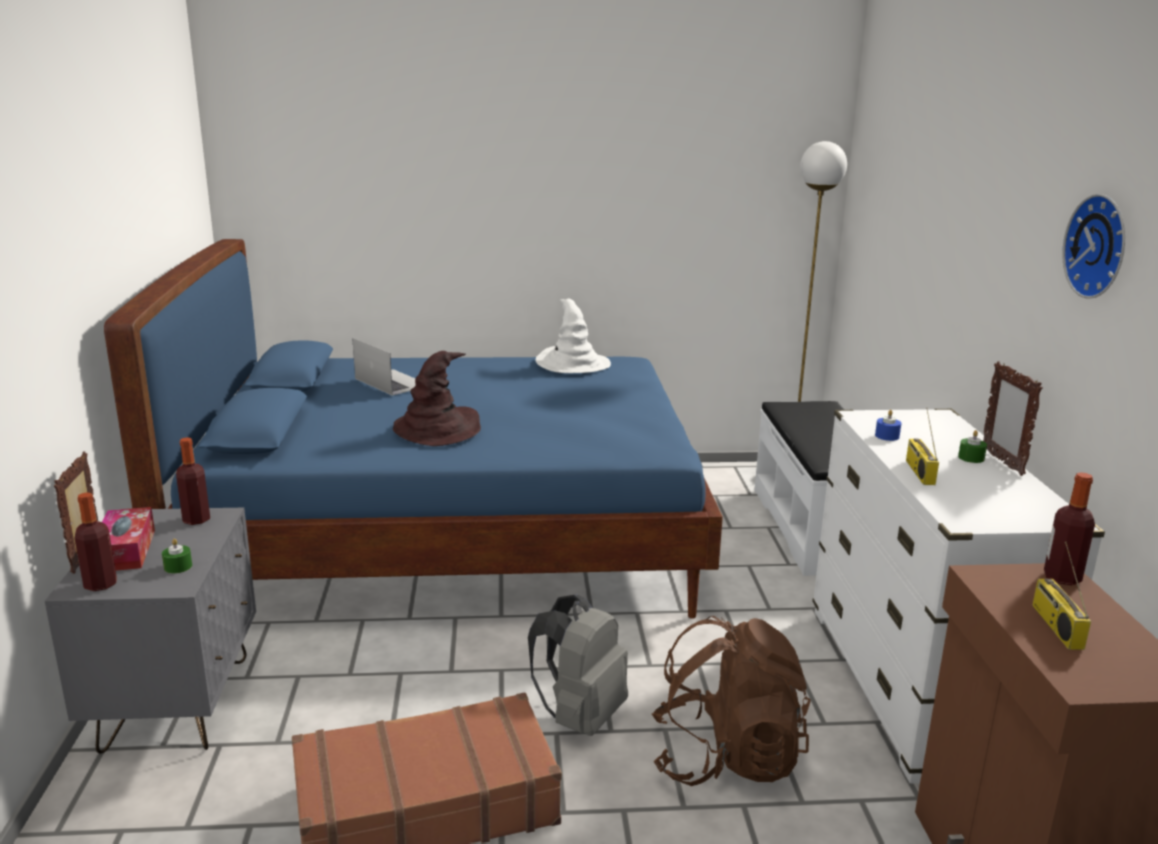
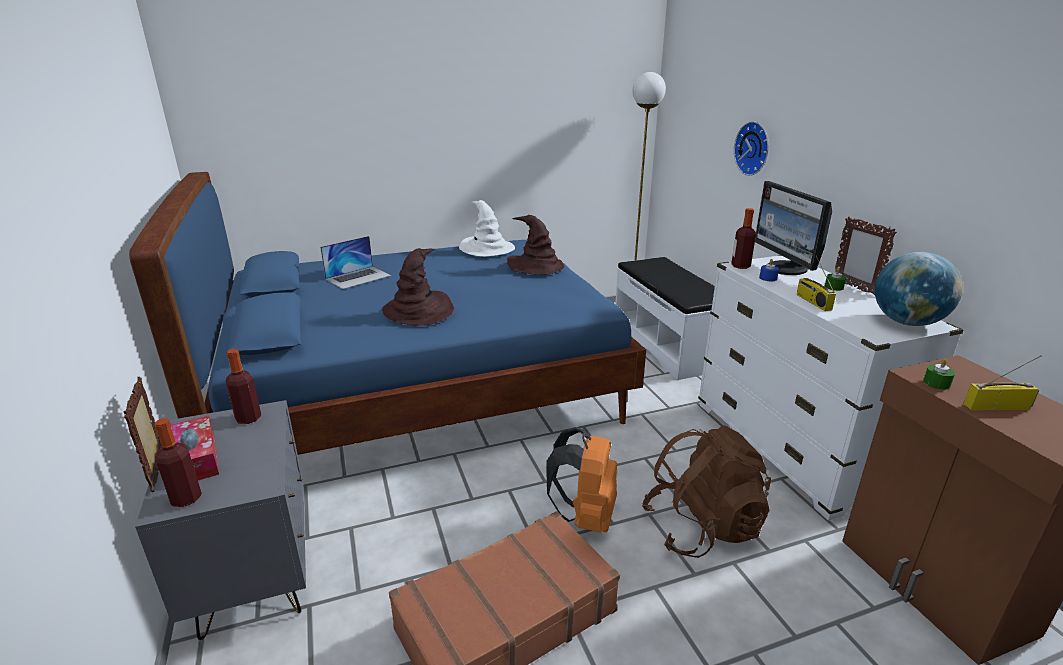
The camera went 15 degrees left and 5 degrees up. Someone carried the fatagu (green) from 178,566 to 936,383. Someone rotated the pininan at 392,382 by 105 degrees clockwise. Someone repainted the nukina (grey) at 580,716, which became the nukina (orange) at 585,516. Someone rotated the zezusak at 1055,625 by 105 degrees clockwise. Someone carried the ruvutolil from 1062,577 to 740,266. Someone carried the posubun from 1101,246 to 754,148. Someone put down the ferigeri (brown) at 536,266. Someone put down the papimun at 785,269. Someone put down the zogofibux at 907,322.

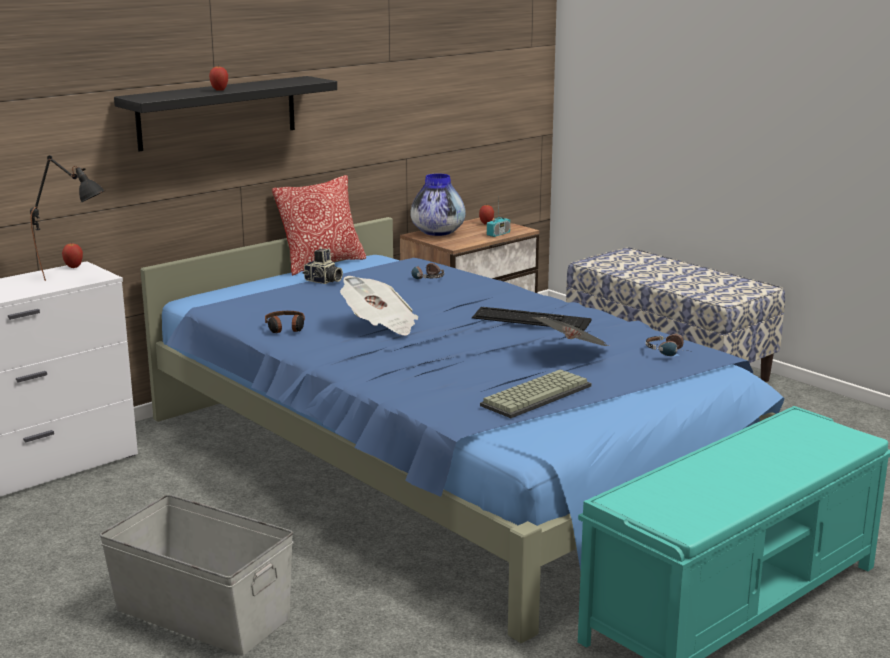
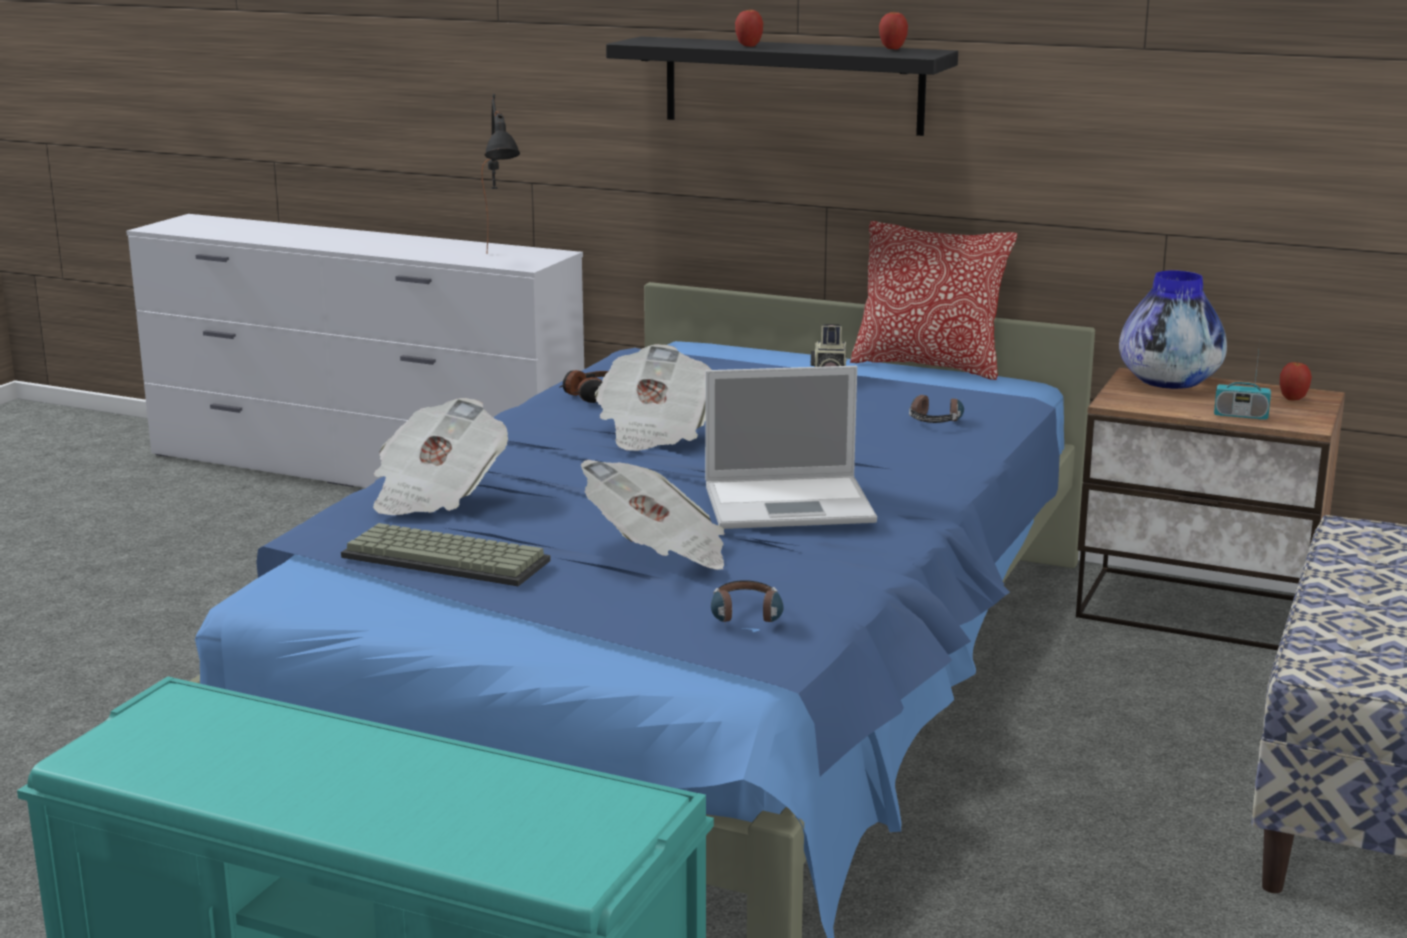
The camera went 65 degrees right and 0 degrees up. Someone carried the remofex from 74,267 to 892,49. Someone took away the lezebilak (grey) at 202,612. Someone swapped the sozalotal at 531,319 for the pininan at 792,503. Someone put down the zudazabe at 436,495.

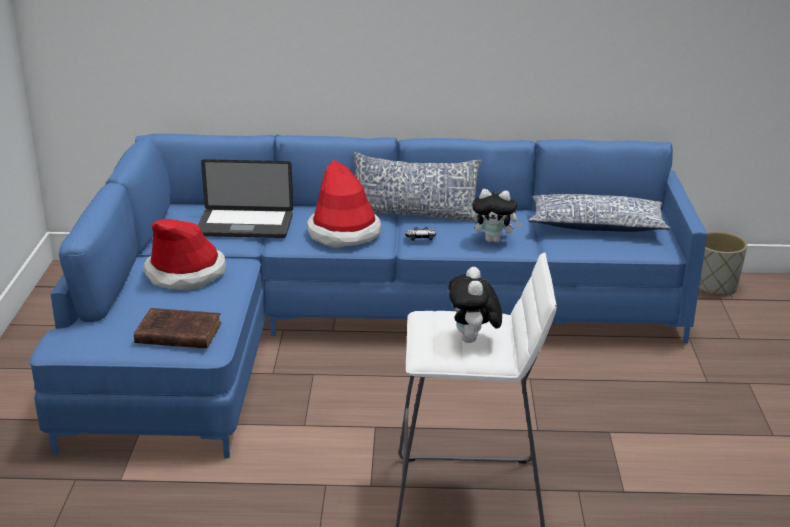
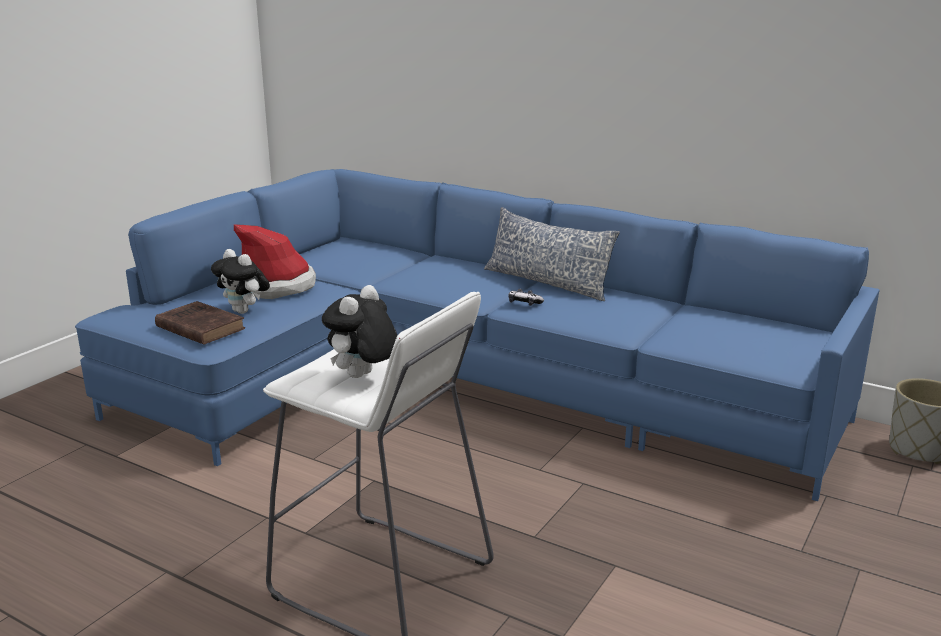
The camera went 30 degrees right and 5 degrees down. Someone took away the pininan at 245,225. Someone took away the ferigeri at 344,233. Someone carried the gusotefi from 494,240 to 244,311. Someone took away the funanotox at 596,226.

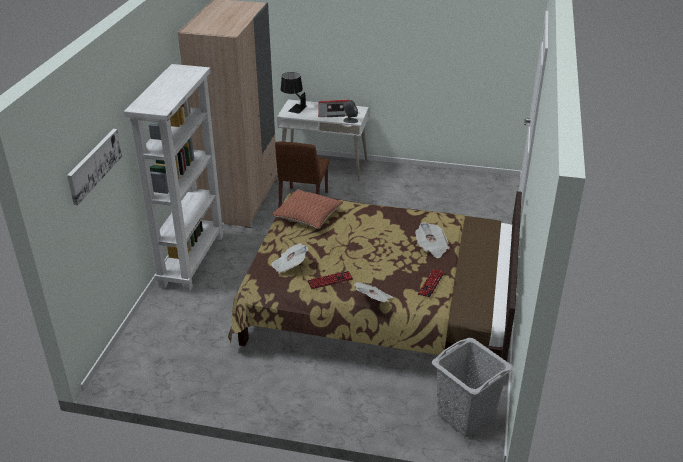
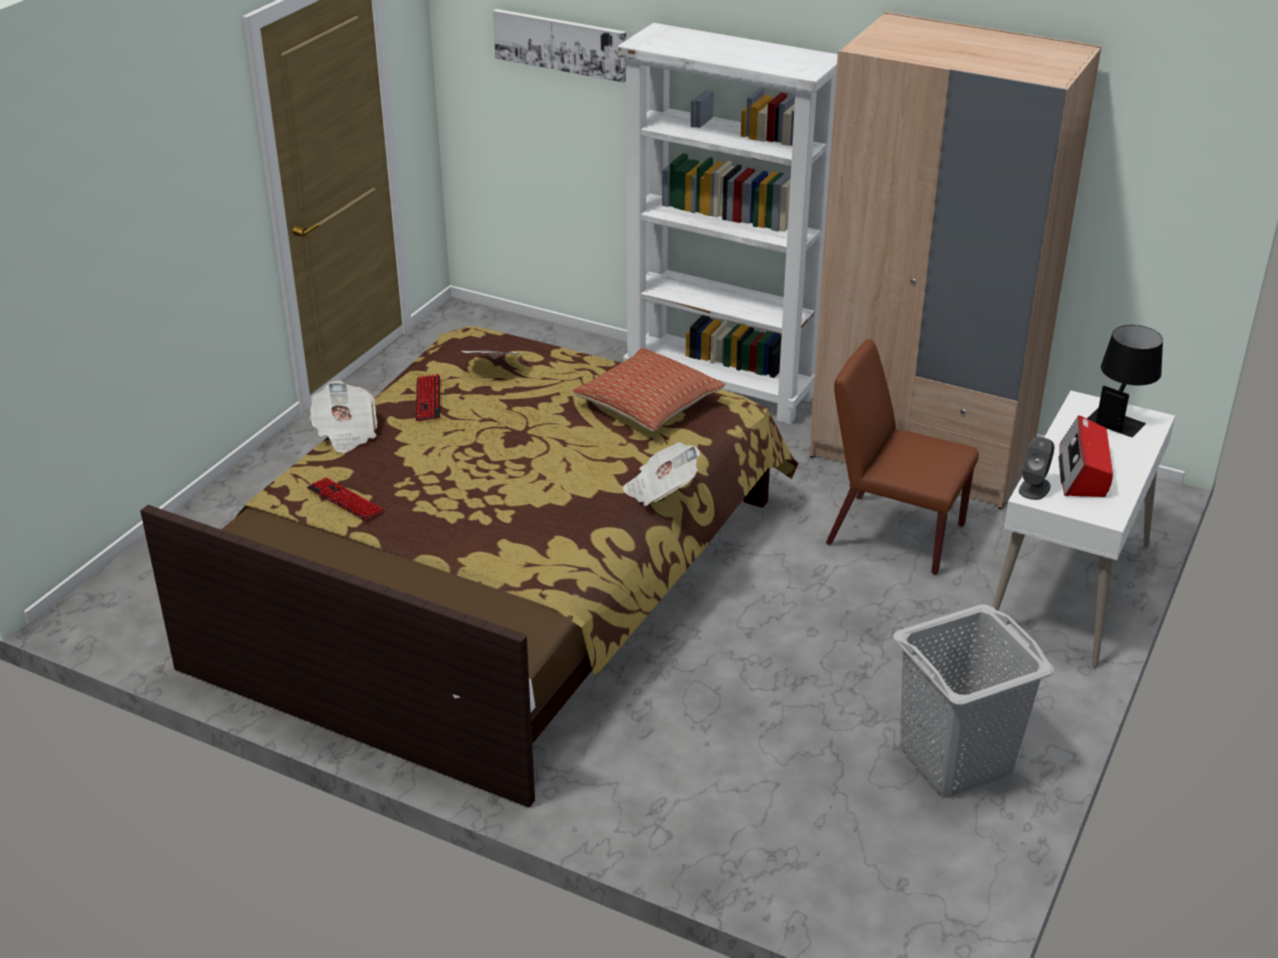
The camera went 105 degrees right and 0 degrees up. Someone carried the zudazabe from 431,248 to 661,490. Someone carried the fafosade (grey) from 465,416 to 954,759.

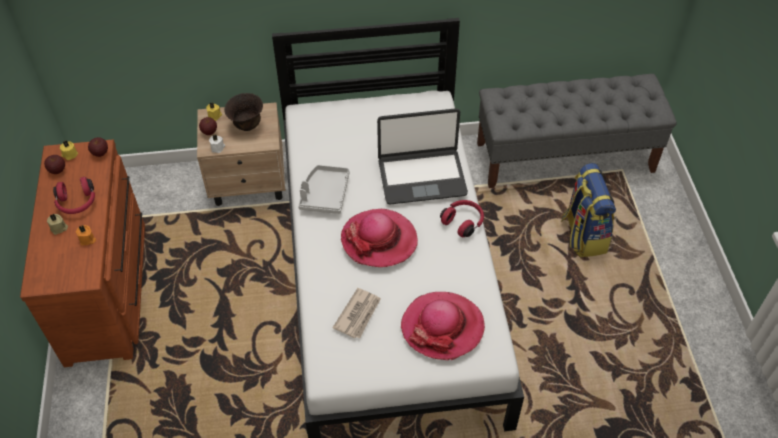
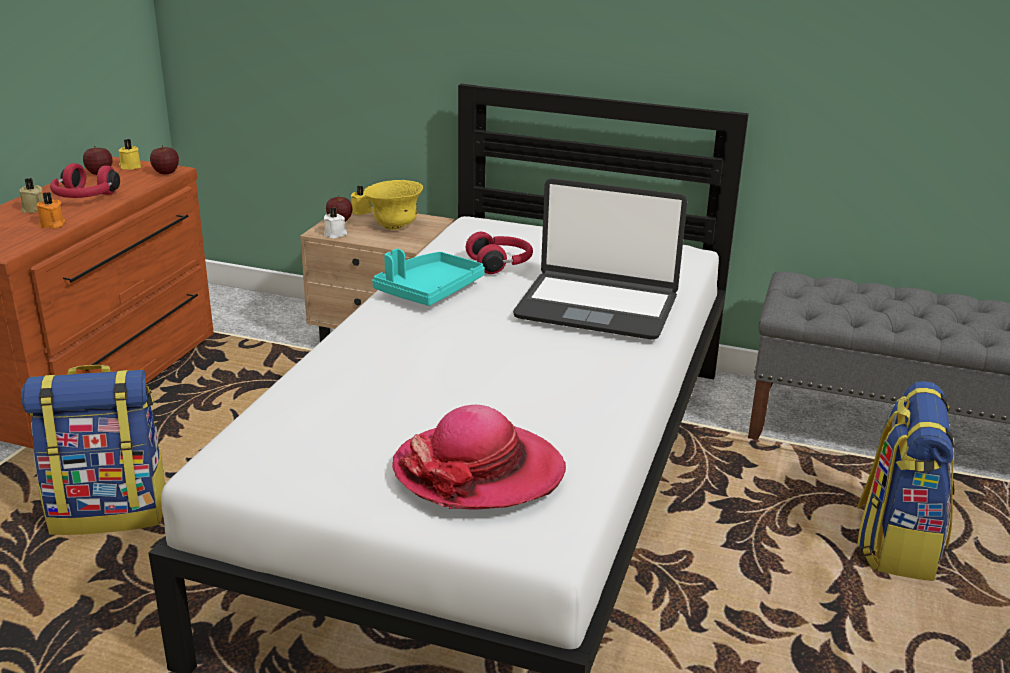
The camera went 25 degrees right and 25 degrees down. Someone repainted the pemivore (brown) at 247,125, which became the pemivore (yellow) at 394,226. Someone repainted the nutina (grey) at 324,194, which became the nutina (turquoise) at 428,290. Someone took away the zudazabe at 358,314. Someone took away the ferigeri at 379,240. Someone carried the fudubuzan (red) from 463,222 to 501,264. Someone put down the nukina at 111,512.

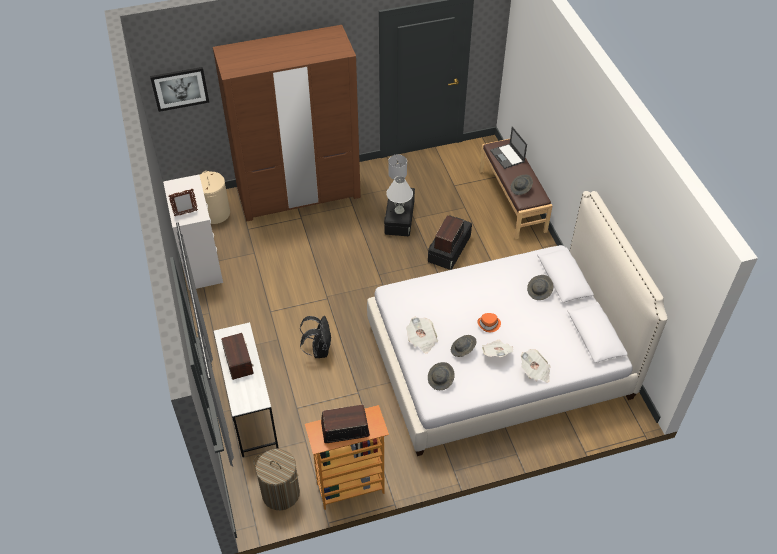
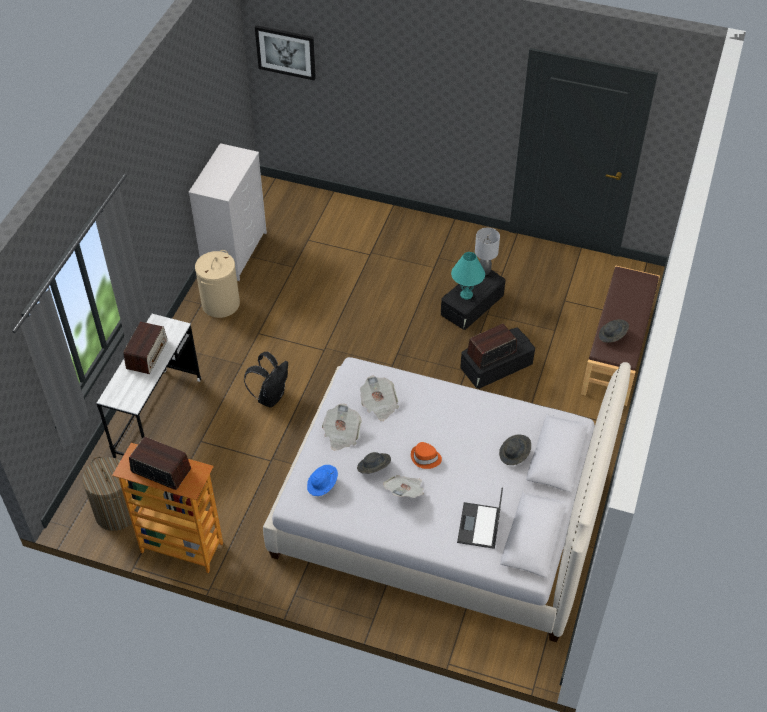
The camera went 35 degrees right and 0 degrees up. Someone took away the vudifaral at 185,213. Someone carried the fafosade (beige) from 215,213 to 221,304. Someone took away the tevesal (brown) at 298,193. Someone repainted the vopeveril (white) at 399,210, which became the vopeveril (turquoise) at 466,294. Someone repainted the ferigeri (grey) at 440,380, which became the ferigeri (blue) at 322,485. Someone carried the pininan from 507,156 to 479,526. Someone carried the zudazabe from 535,371 to 379,405.

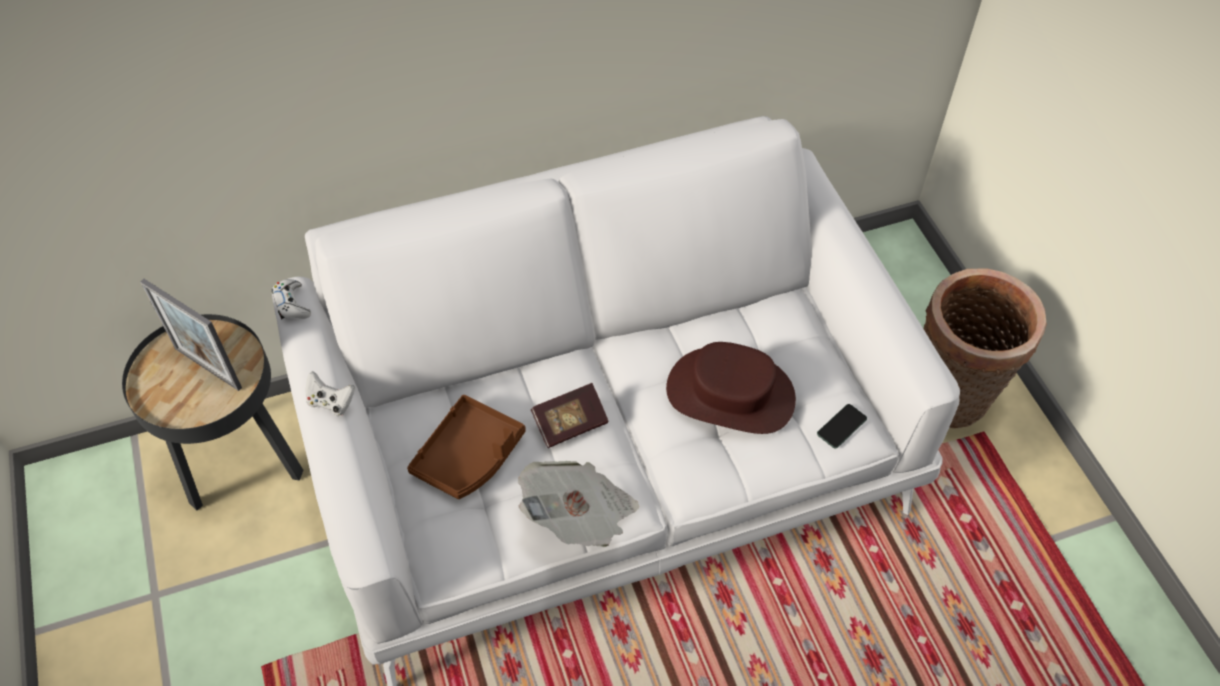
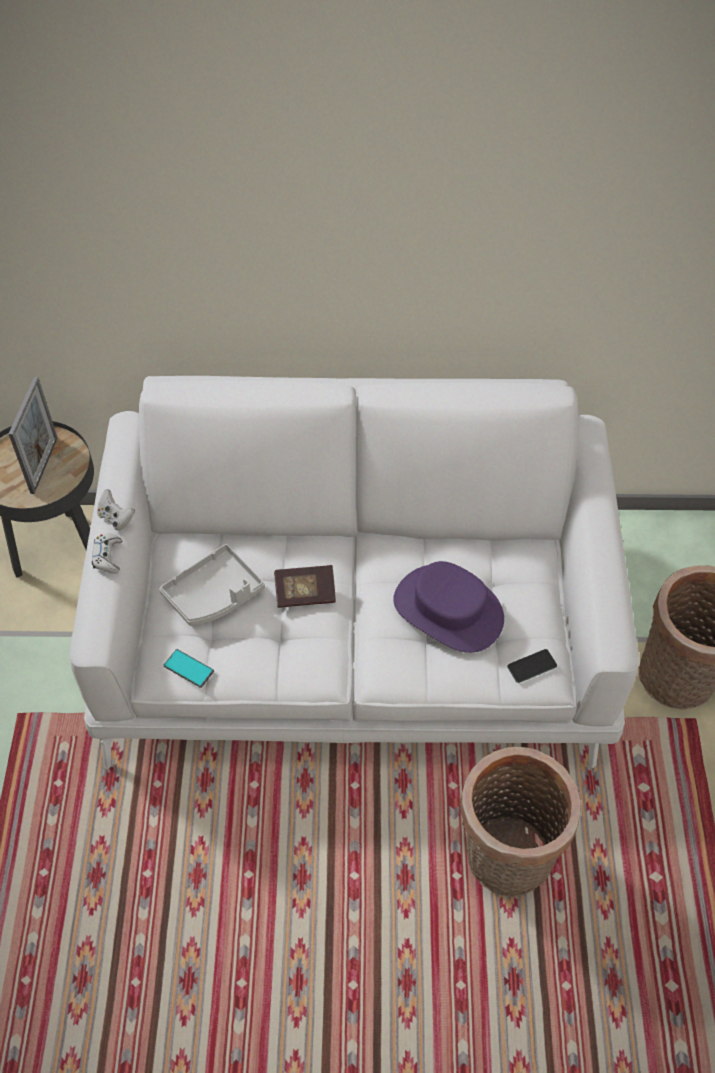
The camera went 20 degrees right and 0 degrees up. Someone rotated the vudifaral at 208,368 by 135 degrees counterclockwise. Someone carried the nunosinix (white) from 292,304 to 108,557. Someone repainted the nutina (brown) at 469,456, which became the nutina (grey) at 214,595. Someone took away the zudazabe at 580,516. Someone repainted the ferigeri (brown) at 730,393, which became the ferigeri (purple) at 448,610. Someone put down the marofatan at 189,668. Someone put down the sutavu at 505,860.

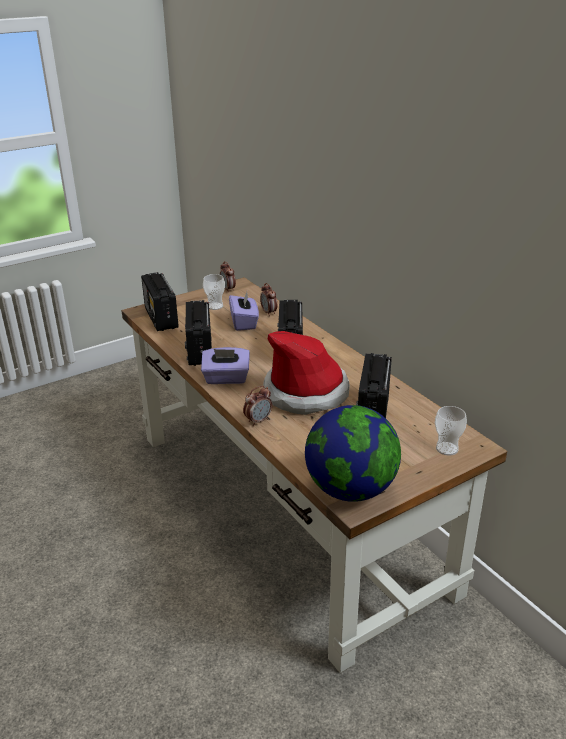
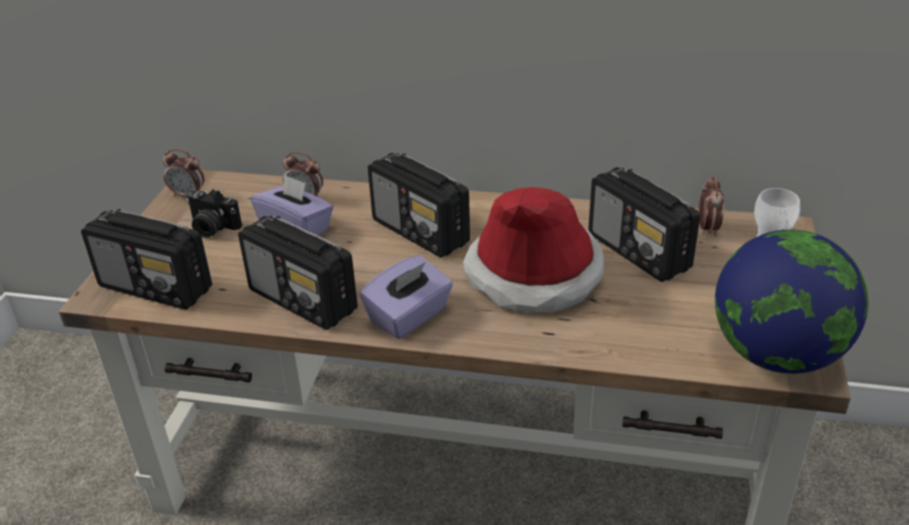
The camera went 45 degrees left and 5 degrees up. Someone swapped the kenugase at 215,306 for the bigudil at 212,228. Someone carried the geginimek from 258,421 to 707,228.

